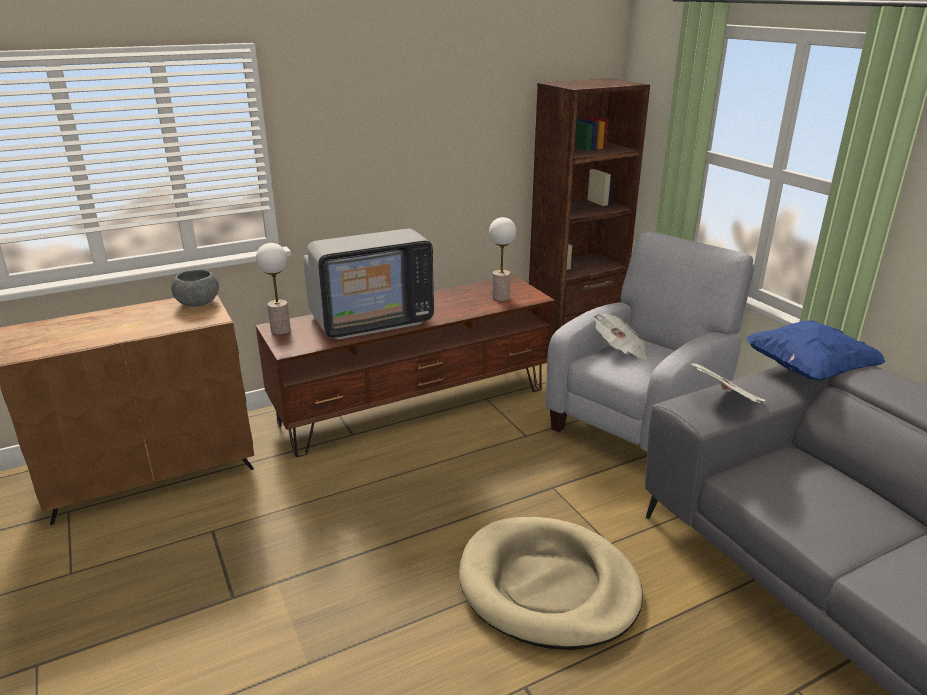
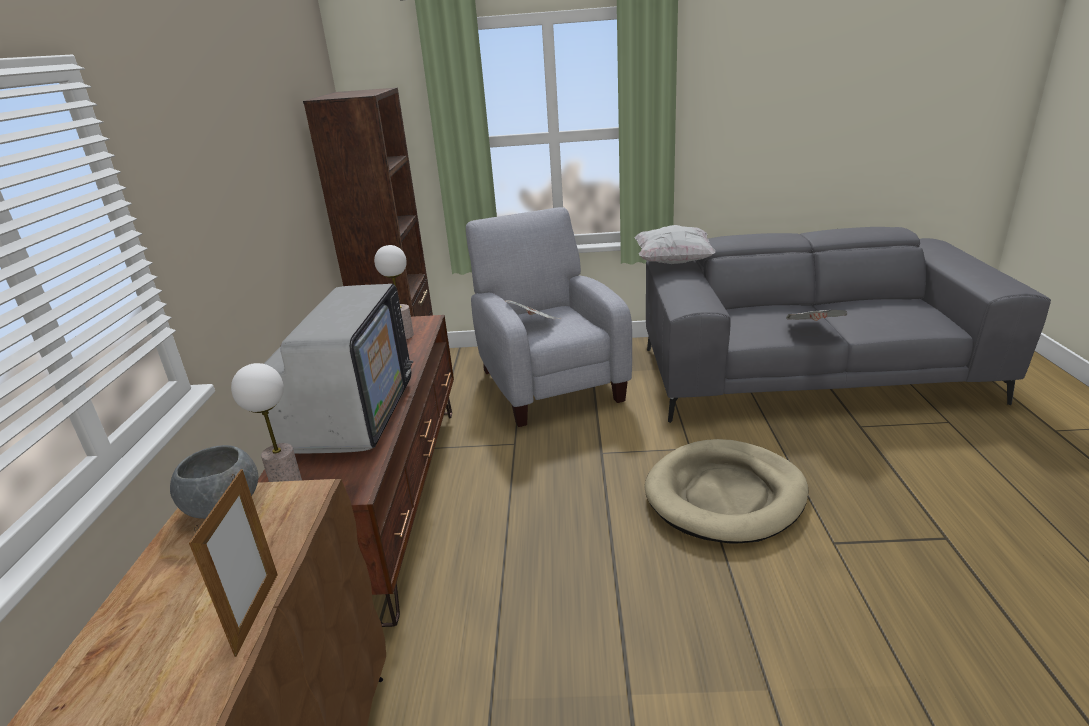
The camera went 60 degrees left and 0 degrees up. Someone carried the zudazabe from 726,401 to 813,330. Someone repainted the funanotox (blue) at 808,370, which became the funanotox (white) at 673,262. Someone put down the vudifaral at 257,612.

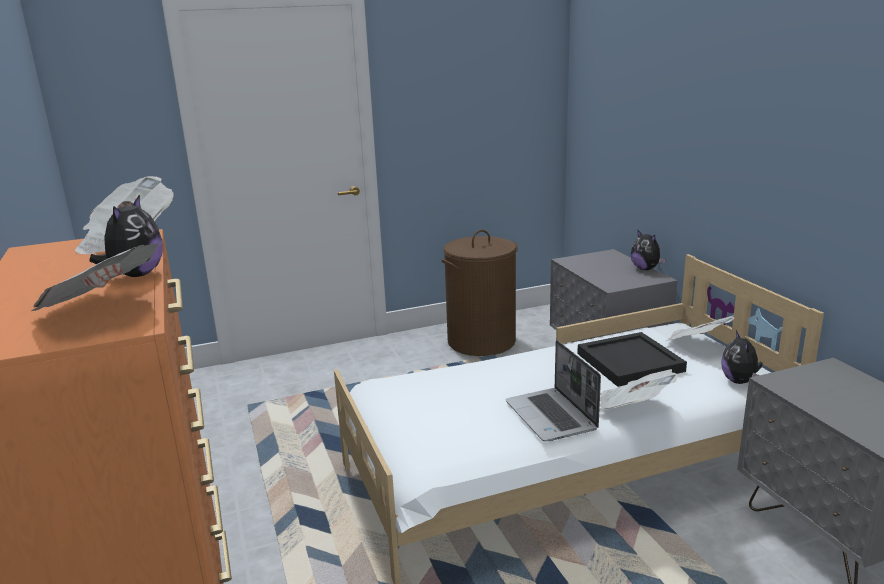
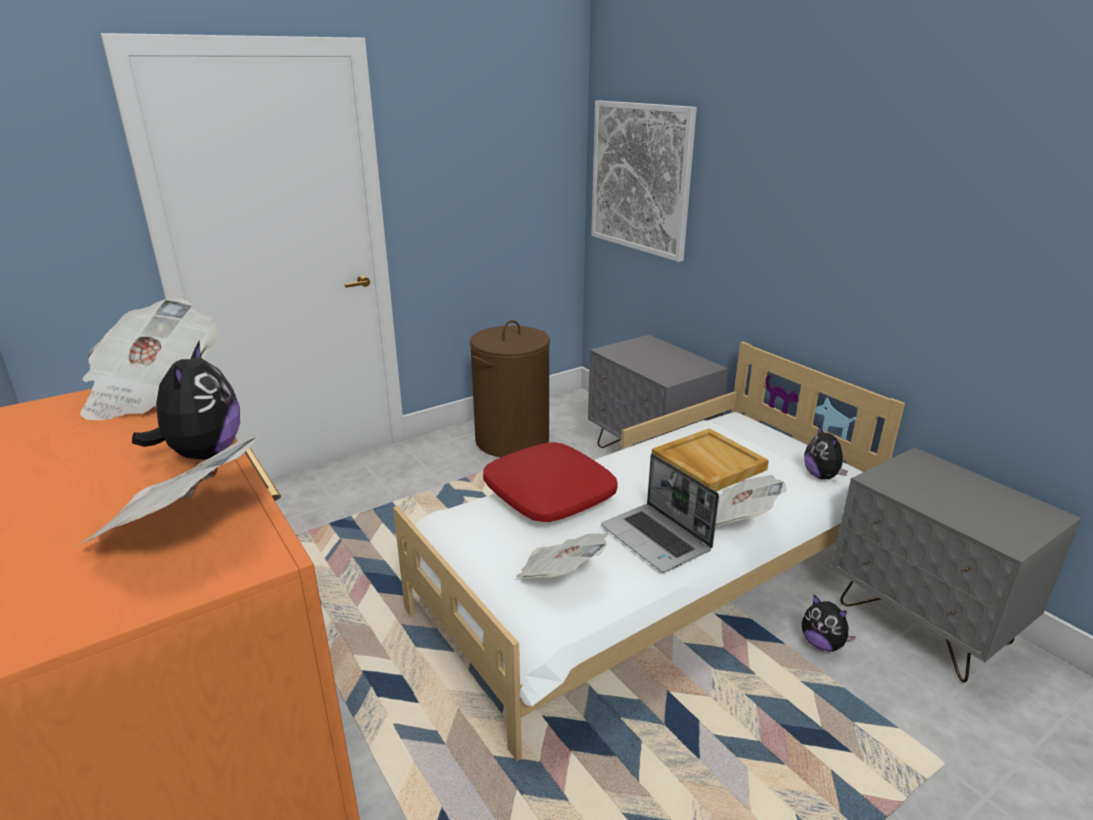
The camera went 15 degrees left and 5 degrees up. Someone repainted the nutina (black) at 628,362, which became the nutina (beige) at 707,464. Someone carried the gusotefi from 645,269 to 822,644. Someone carried the zudazabe from 696,344 to 561,575. Someone put down the funanotox (red) at 550,494. Someone put up the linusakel at 640,178.

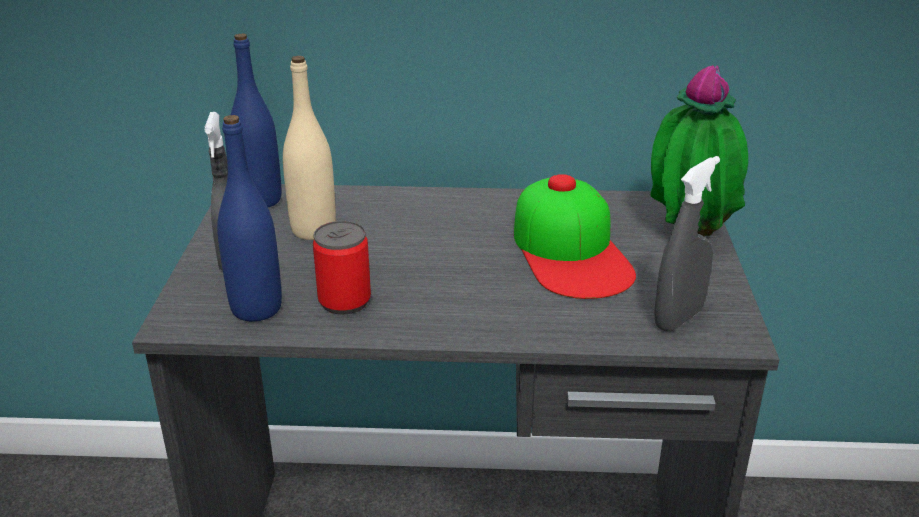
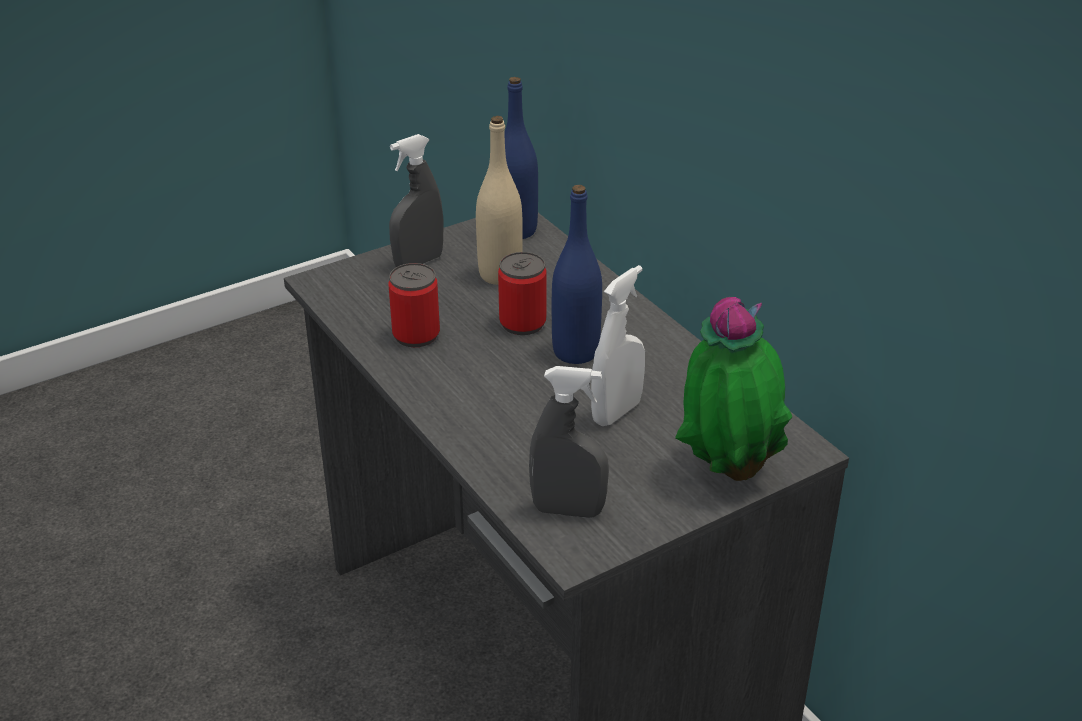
The camera went 55 degrees right and 5 degrees up. Someone carried the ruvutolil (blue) from 256,308 to 575,352. Someone swapped the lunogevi at 571,251 for the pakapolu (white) at 616,412. Someone put down the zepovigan at 522,323.

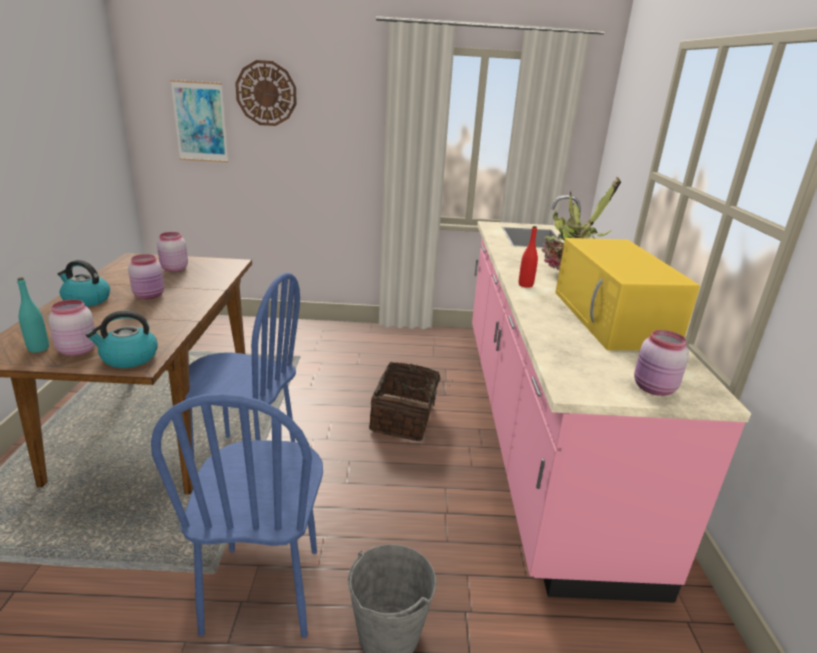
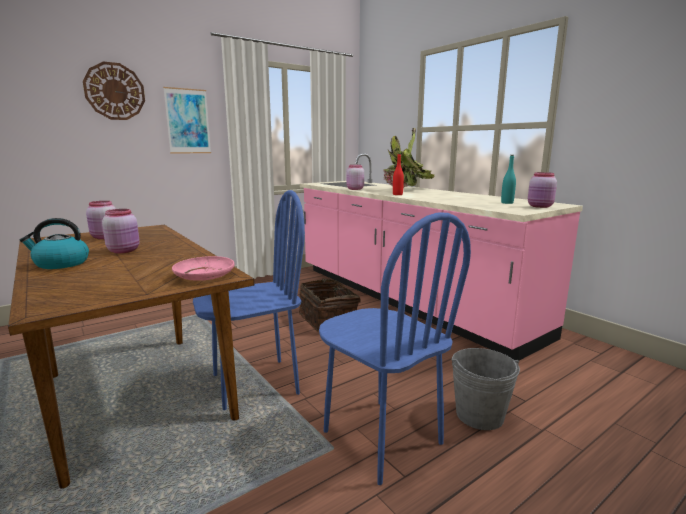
The camera went 35 degrees left and 10 degrees down. Someone carried the ruvutolil (turquoise) from 38,348 to 507,203. Someone carried the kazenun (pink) from 77,350 to 354,189. Someone swapped the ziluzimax at 128,358 for the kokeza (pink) at 205,275. Someone carried the linusakel from 200,122 to 188,121. Someone took away the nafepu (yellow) at 613,319.

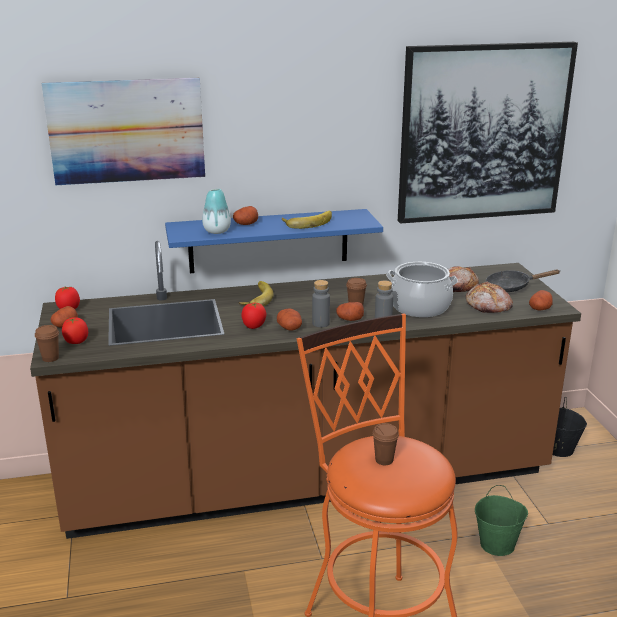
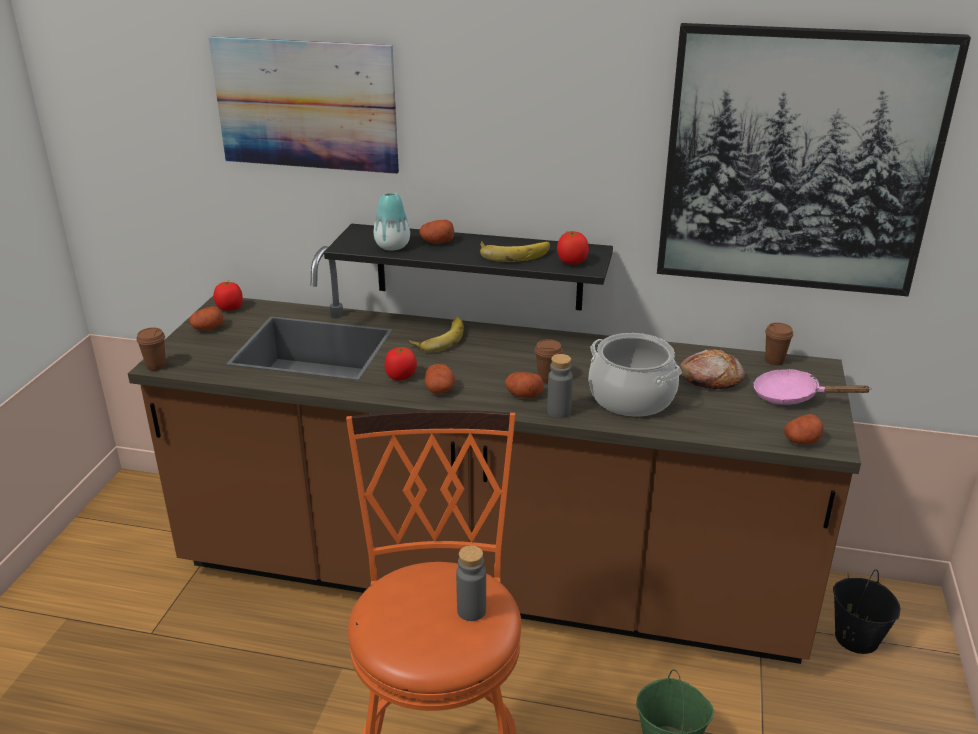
The camera went 25 degrees right and 5 degrees up. Someone carried the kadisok from 76,342 to 571,262. Someone repainted the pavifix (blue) at 268,241, which became the pavifix (black) at 478,267. Someone carried the ruvutolil (grey) from 320,323 to 471,611. Someone carried the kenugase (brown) from 384,460 to 774,361. Someone took away the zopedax at 488,306. Someone repainted the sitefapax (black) at 512,287, which became the sitefapax (pink) at 792,396.

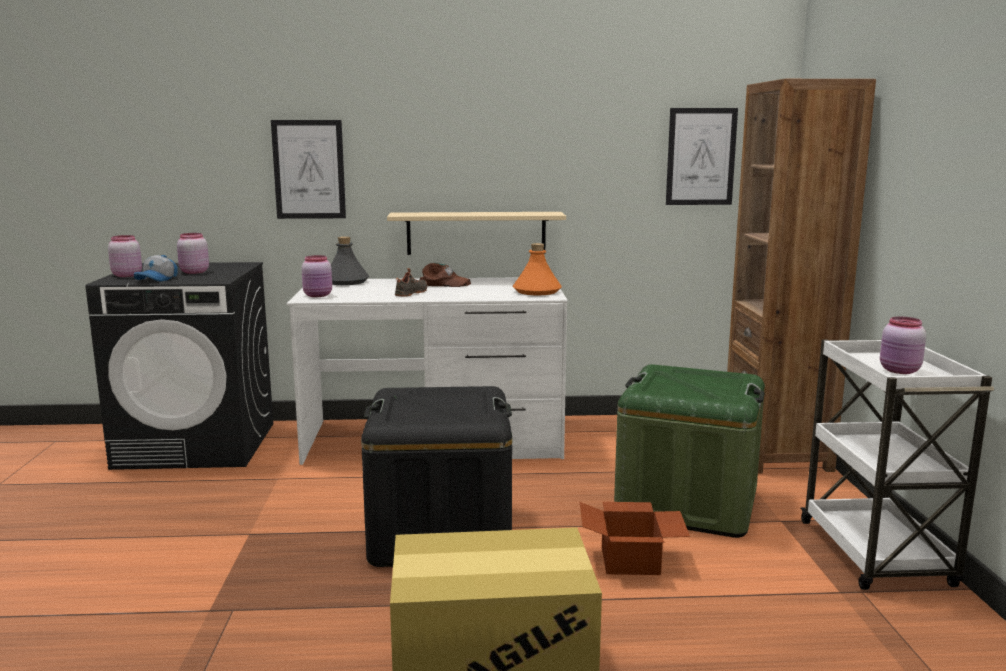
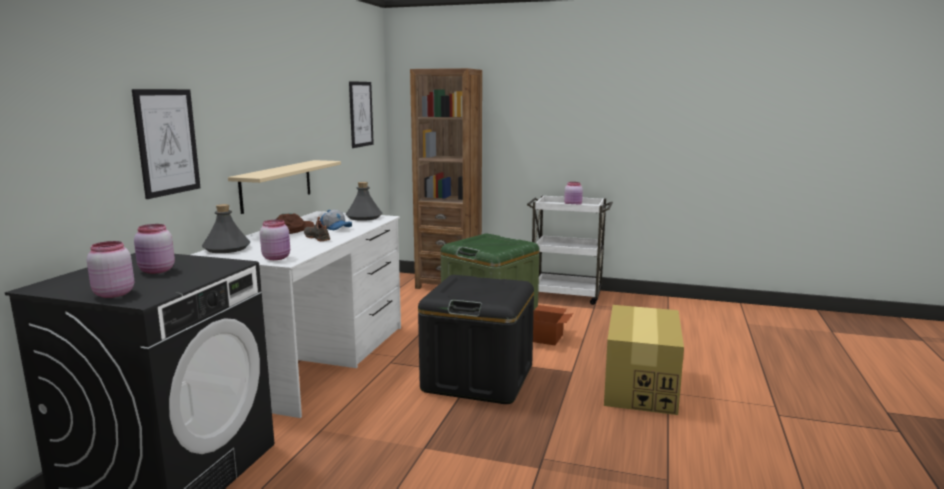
The camera went 70 degrees left and 0 degrees up. Someone carried the lunogevi from 157,279 to 336,228. Someone repainted the ruvutolil (orange) at 537,291, which became the ruvutolil (grey) at 364,217.

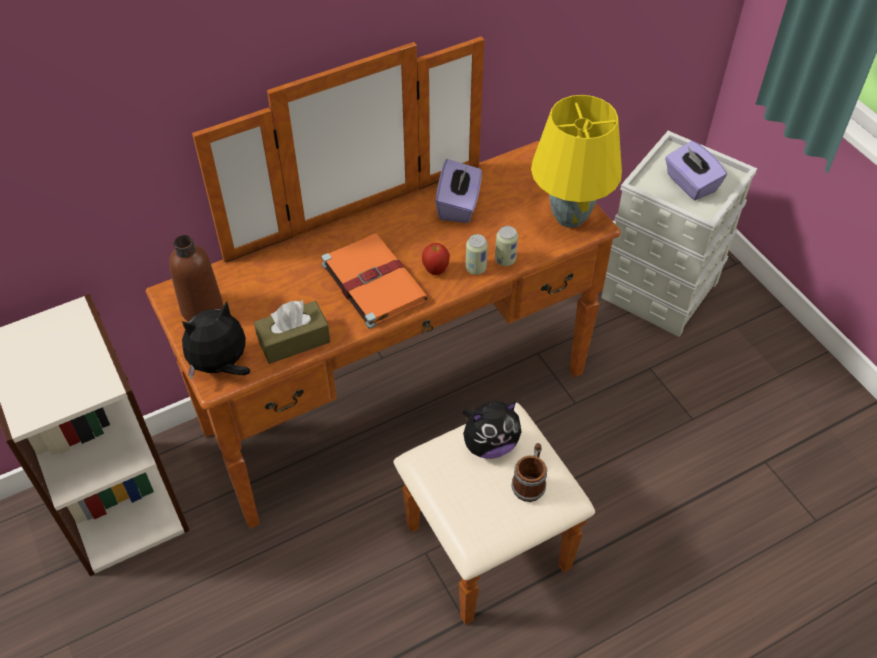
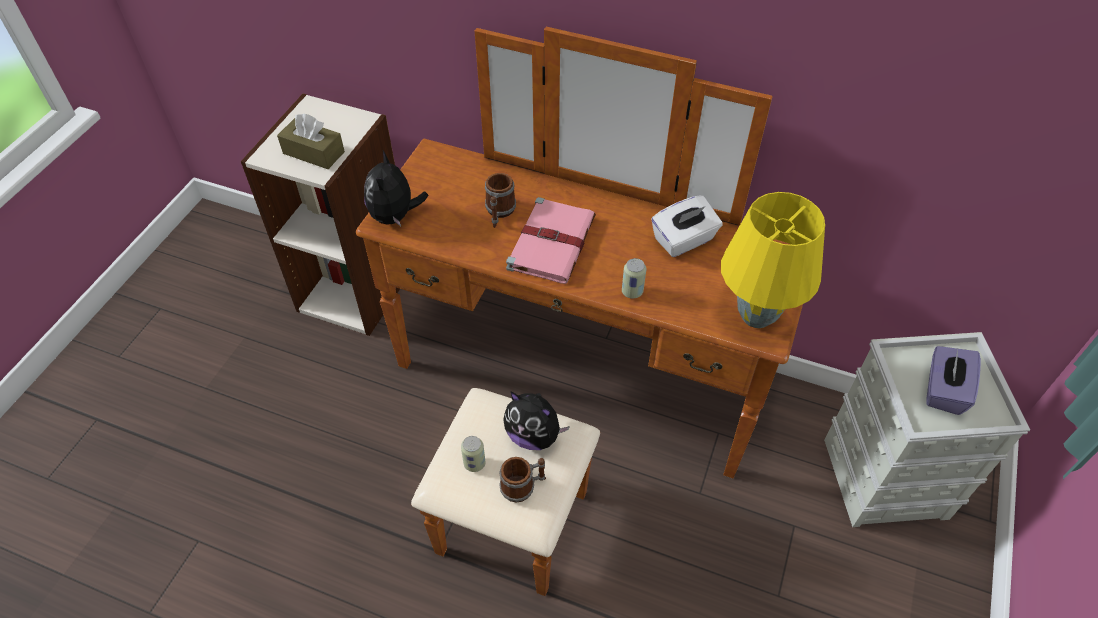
The camera went 50 degrees right and 0 degrees up. Someone took away the ruvutolil (brown) at 202,309. Someone rotated the gusotefi at 221,366 by 105 degrees counterclockwise. Someone carried the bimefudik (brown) from 294,341 to 313,153. Someone repainted the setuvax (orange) at 372,281, which became the setuvax (pink) at 552,242. Someone took away the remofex at 435,270. Someone repainted the bimefudik (purple) at 458,205, which became the bimefudik (white) at 684,240. Someone carried the zepovigan from 505,260 to 474,463. Someone put down the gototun at 499,213.

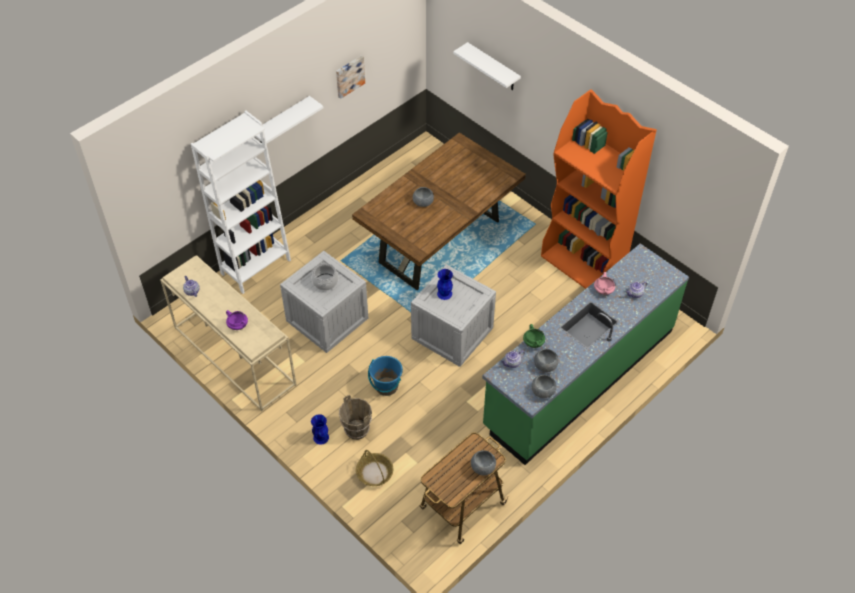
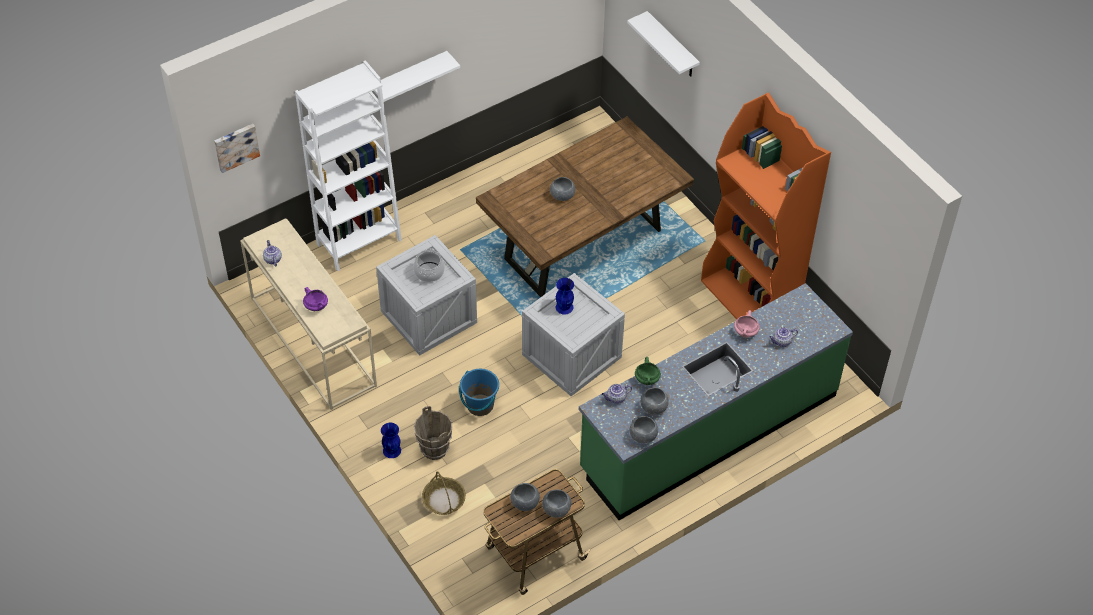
The camera went 10 degrees right and 0 degrees up. Someone carried the linusakel from 349,76 to 236,146. Someone put down the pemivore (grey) at 525,503.

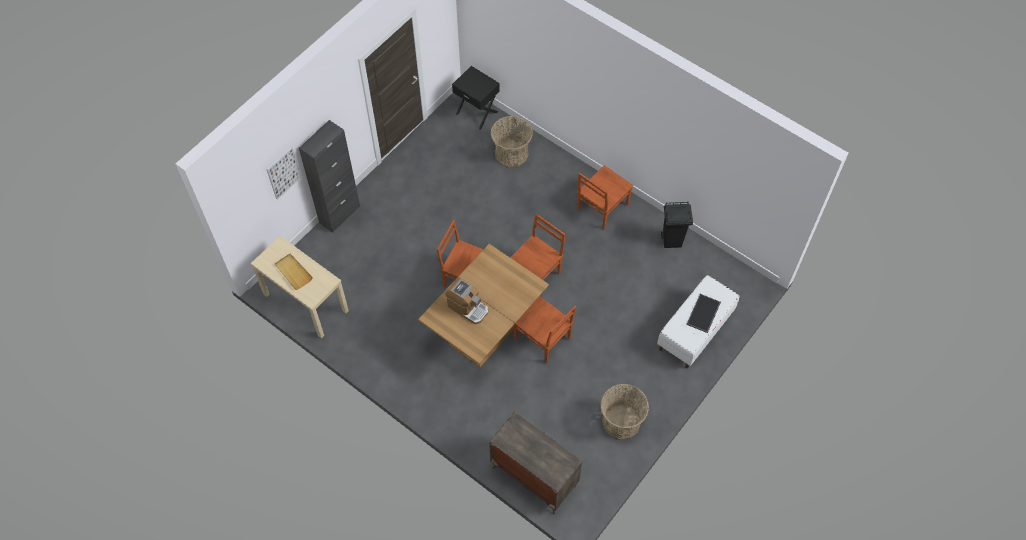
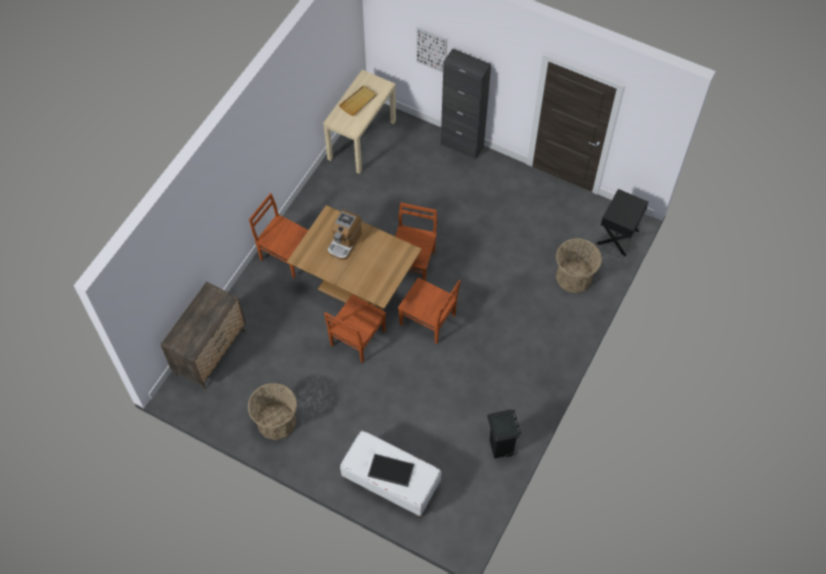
The camera went 80 degrees right and 0 degrees up. Someone carried the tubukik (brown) from 601,208 to 286,255.

